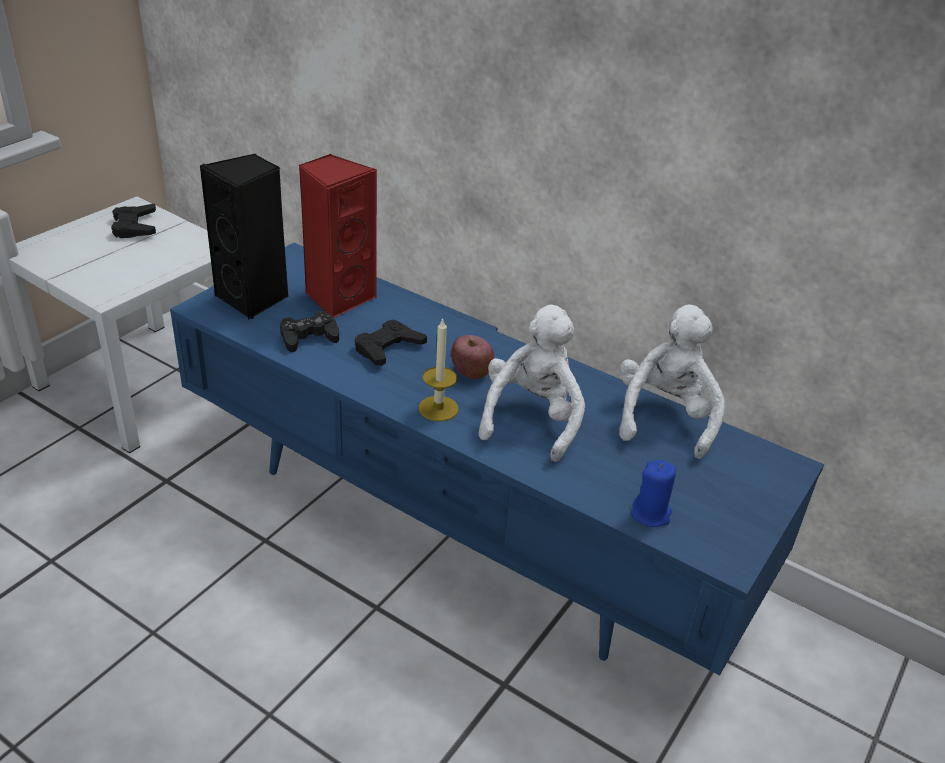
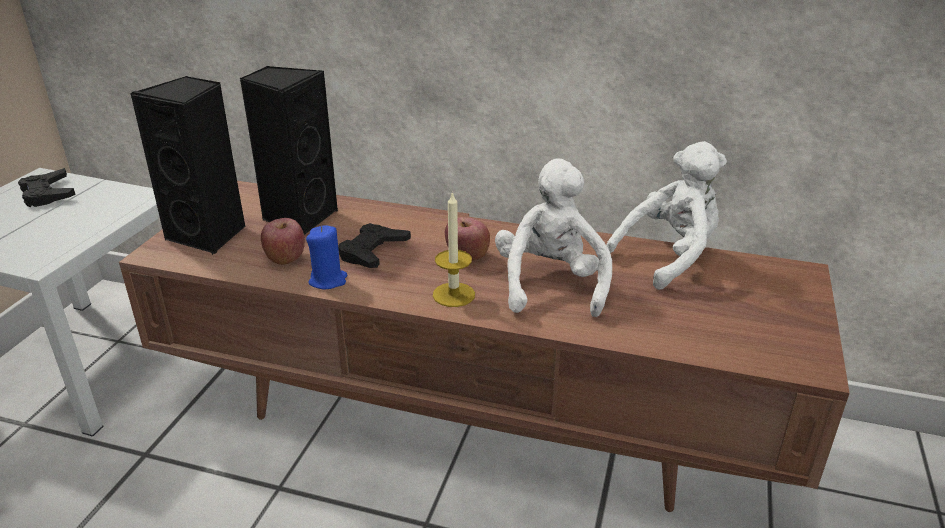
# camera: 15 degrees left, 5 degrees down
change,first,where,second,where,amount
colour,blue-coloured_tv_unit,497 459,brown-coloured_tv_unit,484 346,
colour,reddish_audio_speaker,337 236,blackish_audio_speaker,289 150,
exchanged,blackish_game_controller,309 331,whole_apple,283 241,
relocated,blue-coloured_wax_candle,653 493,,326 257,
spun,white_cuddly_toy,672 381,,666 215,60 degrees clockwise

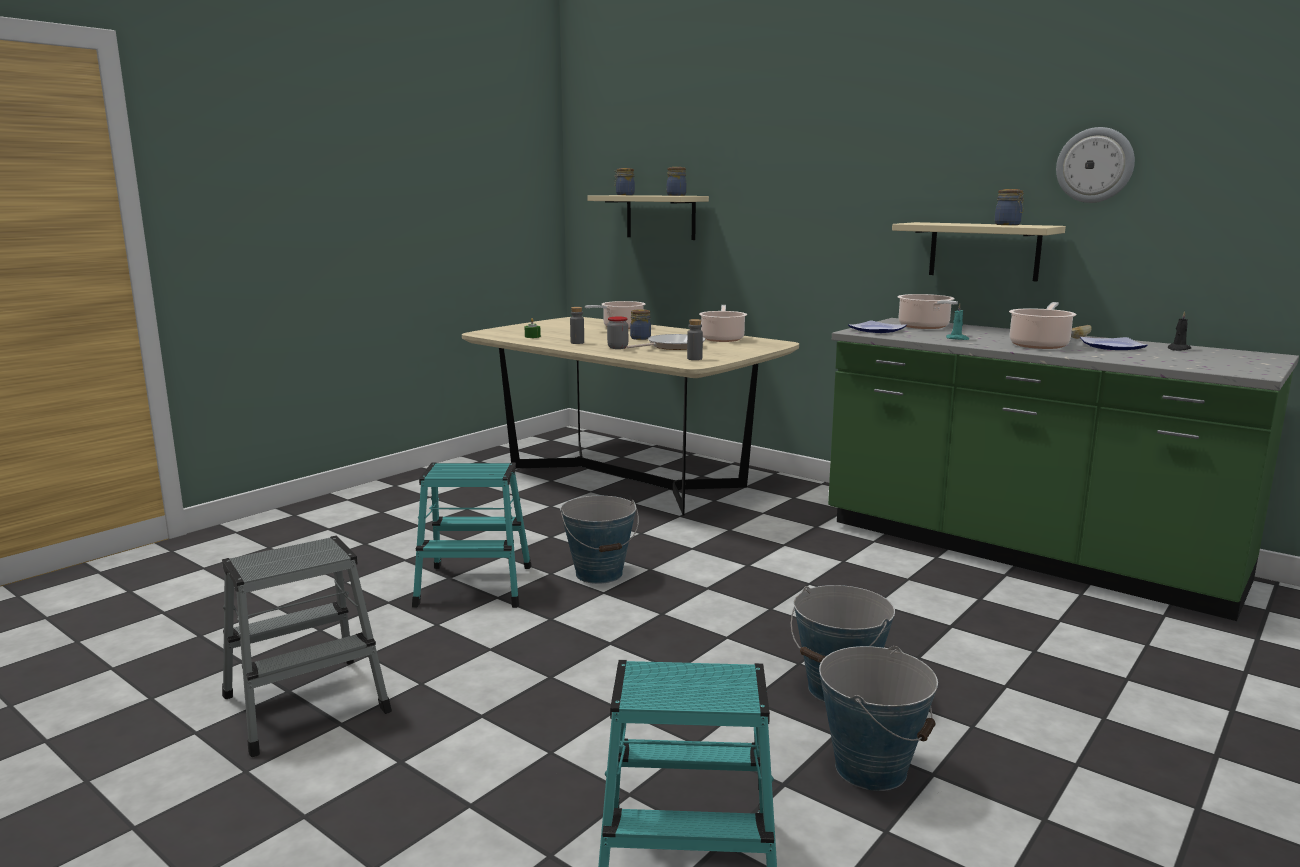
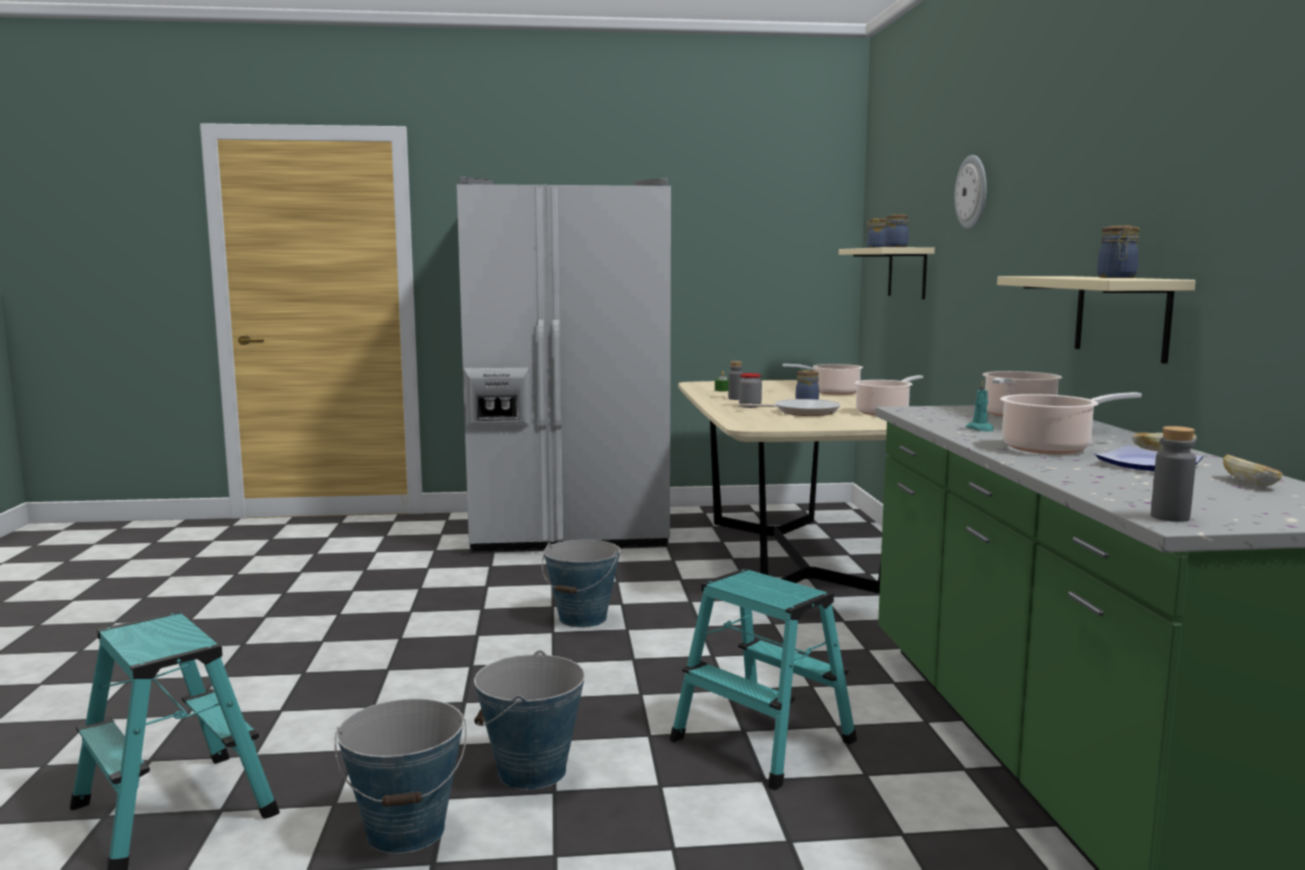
# camera: 45 degrees right, 5 degrees down
change,first,where,second,where,amount
appeared,,,white_kitchen_fridge,563 365,
relocated,blue-green_step_ladder,472 535,,763 679,
relocated,clock_on_the_wall,1095 165,,971 192,
relocated,greyish_beverage_bottle,695 339,,1173 474,
exchanged,blackish_wax_candle,1179 331,bakery_bread,1253 470,
missing,greyish_step_ladder,307 646,,,
missing,dinner_plate,877 326,,,

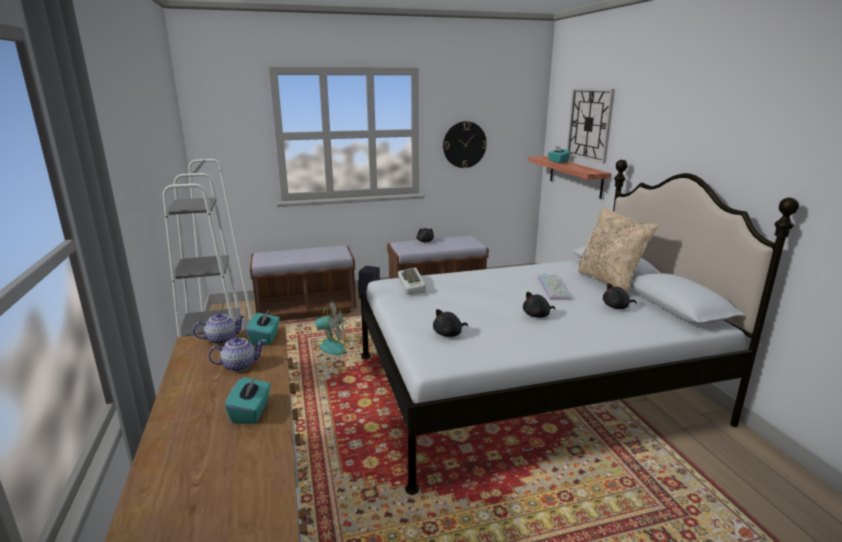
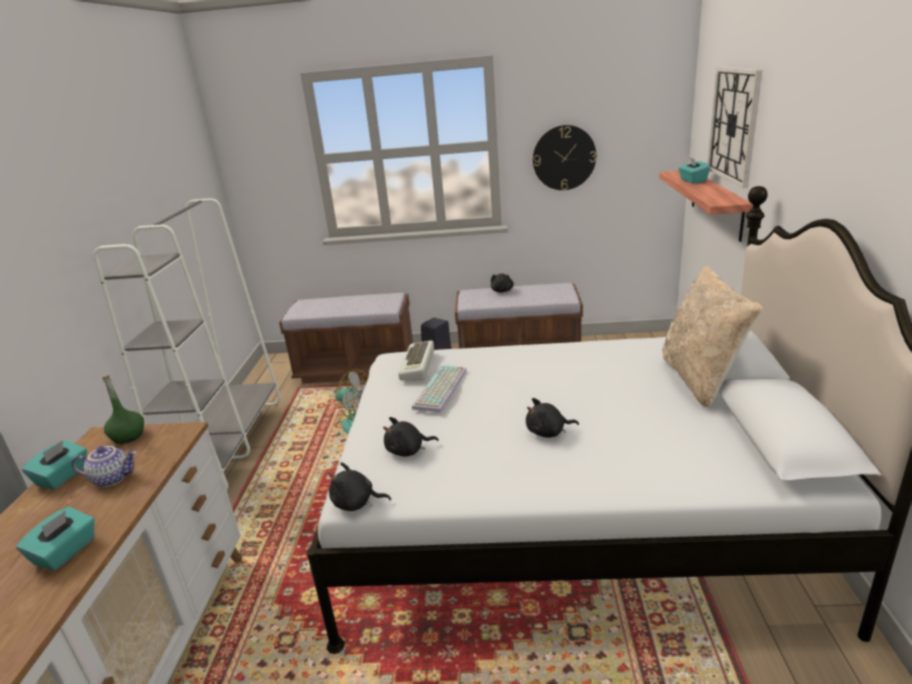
# camera: 20 degrees right, 5 degrees up
change,first,where,second,where,amount
relocated,blue-green_tissue_holder,263 327,,54 464,
exchanged,pot_for_tea,219 328,green-coloured_beverage_bottle,123 409,
relocated,blackish_cuddly_toy,620 296,,359 486,
relocated,computer_keyboard,554 287,,439 389,

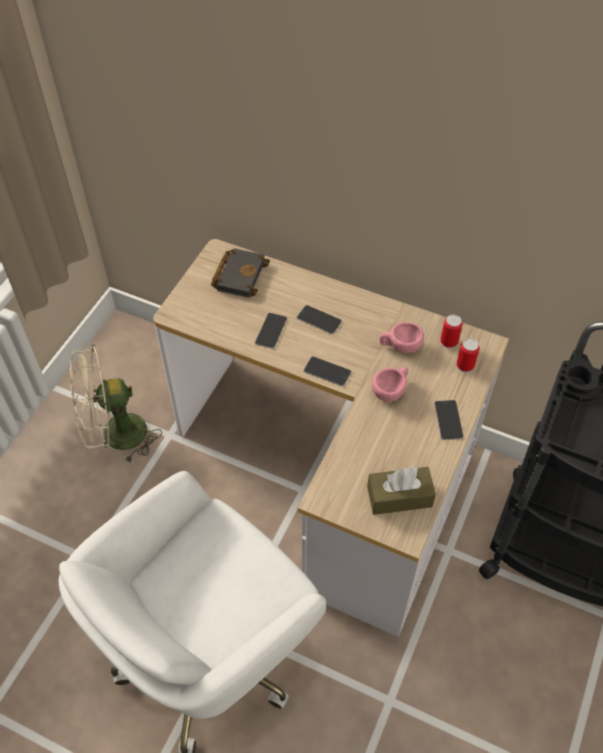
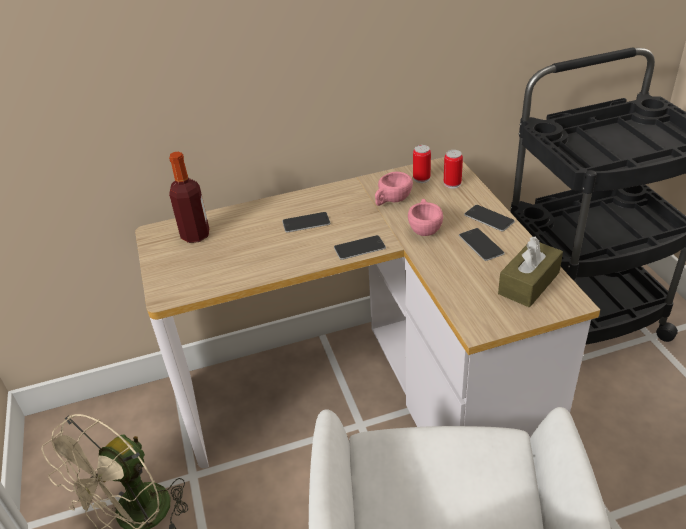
# camera: 40 degrees left, 15 degrees down
change,first,where,second,where,amount
exchanged,blackish_bound_book,240 273,beverage_bottle,189 197,
relocated,phone,271 331,,482 244,

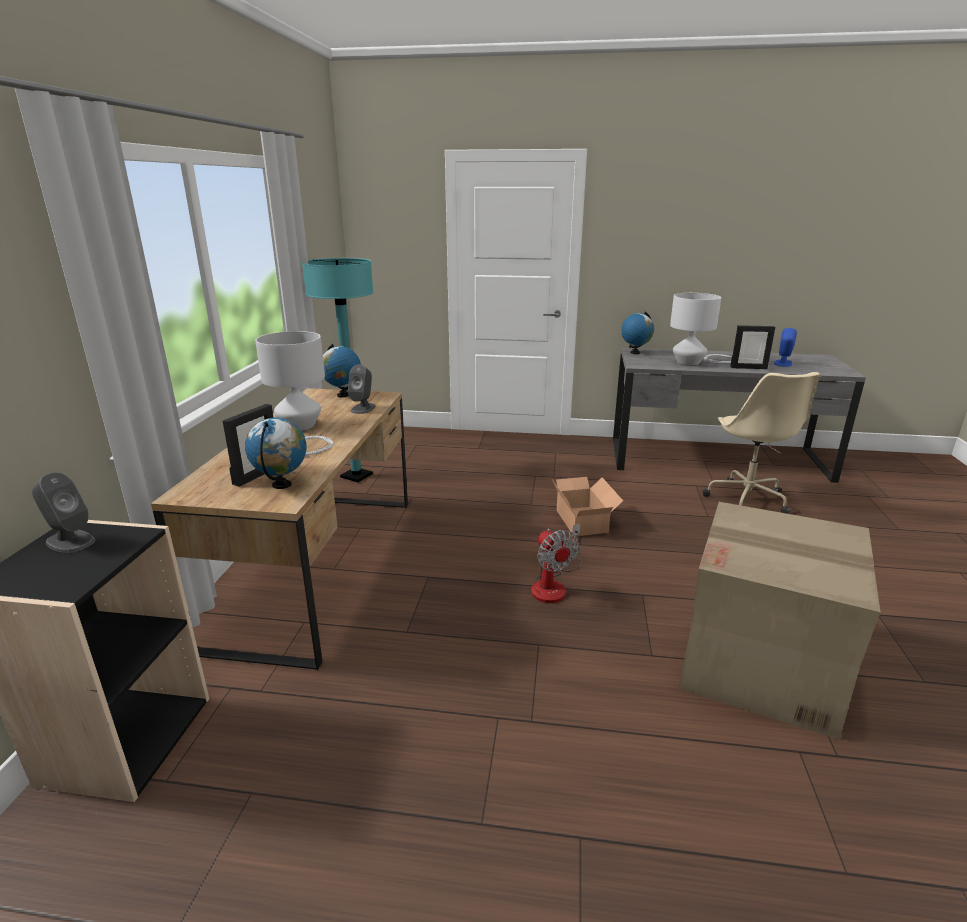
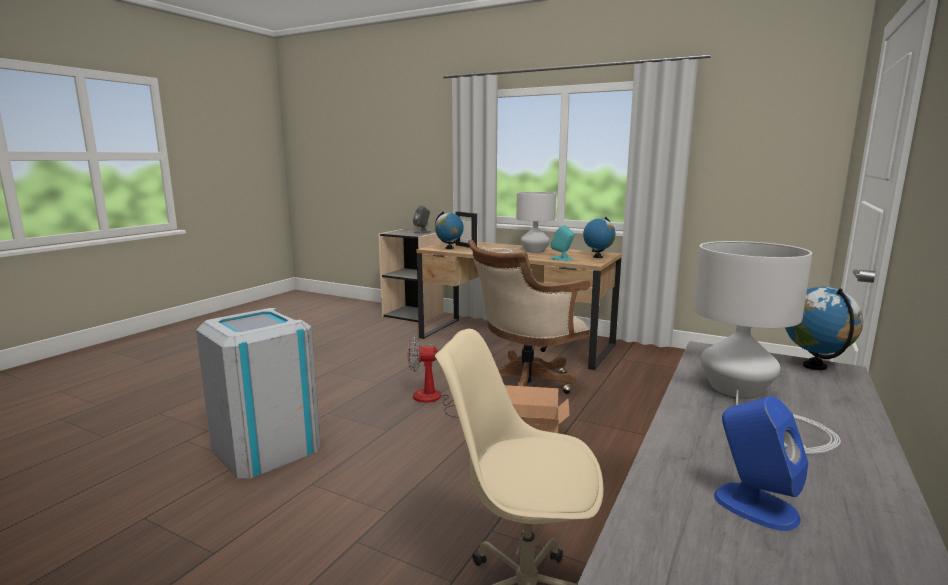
# camera: 110 degrees right, 10 degrees down
change,first,where,second,where,amount
exchanged,cardboard_box,779 621,greyish_waste_bin,258 393,
appeared,,,office_chair,529 316,
colour,greyish_audio_speaker,361 389,blue-green_audio_speaker,563 243,
missing,blue-green_standing_lamp,338 370,,,
missing,standing_frame,752 347,,,

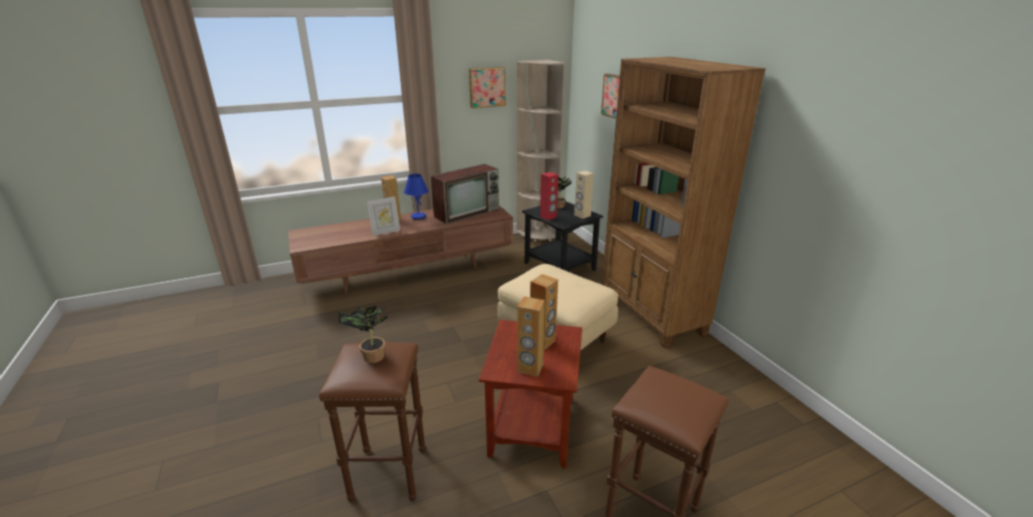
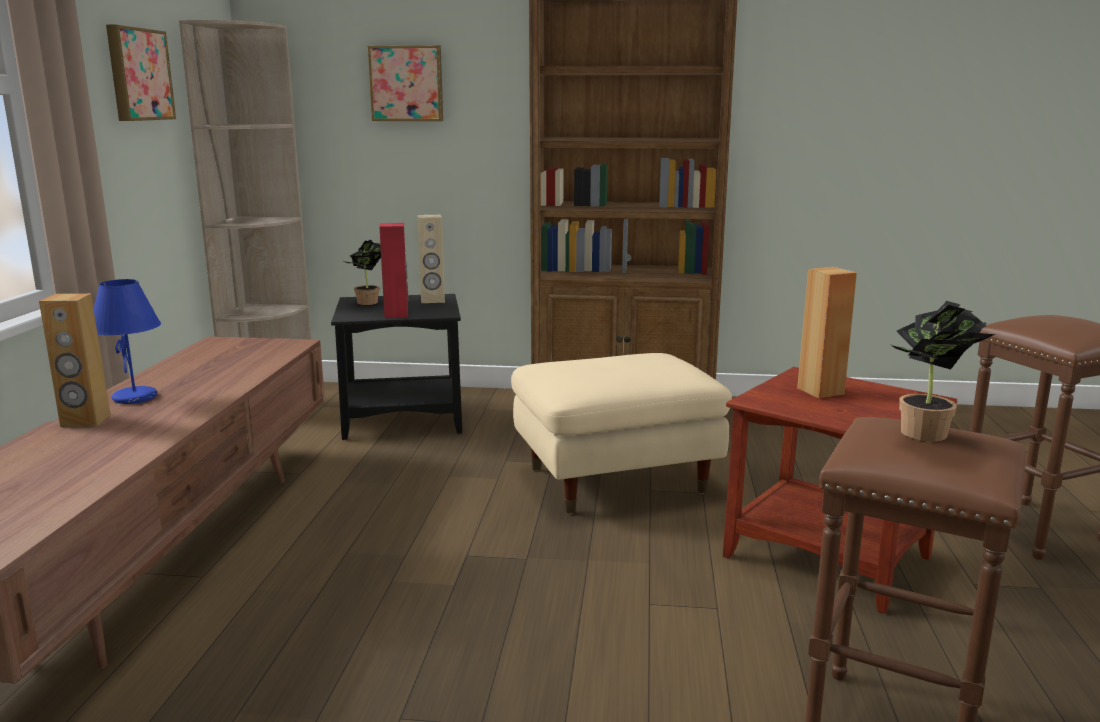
# camera: 60 degrees left, 10 degrees down
change,first,where,second,where,amount
missing,standing_frame,383 216,,,
missing,TV,465 194,,,
missing,brown-coloured_audio_speaker,531 336,,,

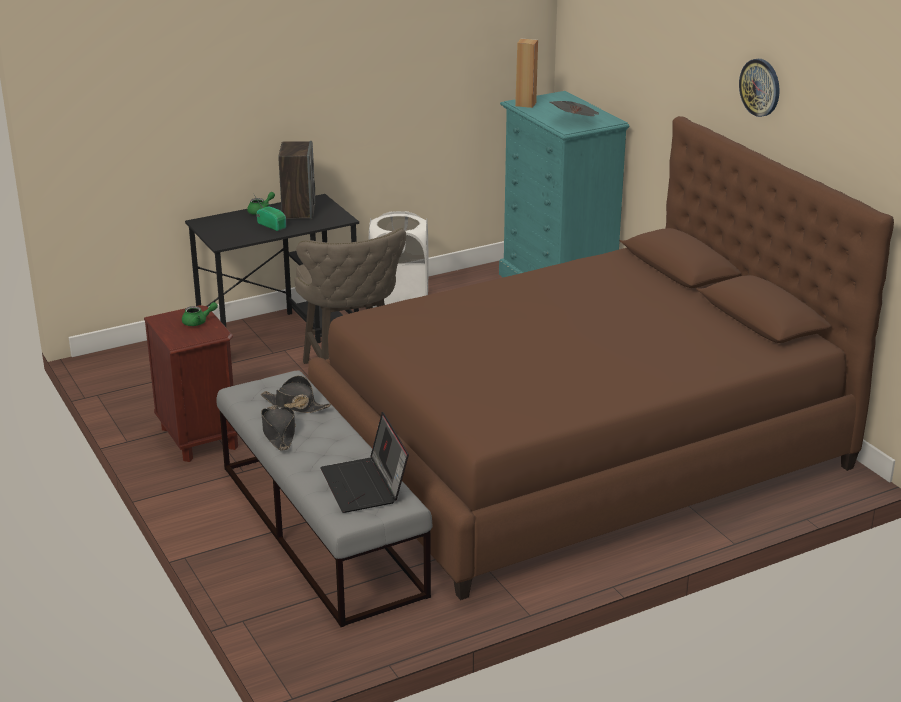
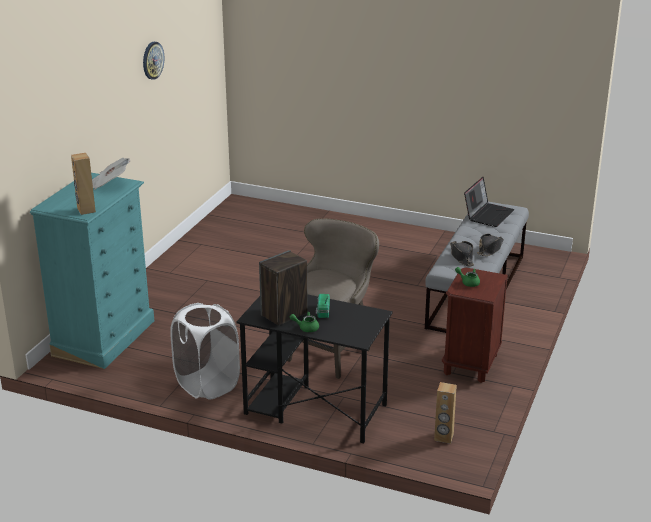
# camera: 130 degrees left, 0 degrees up
change,first,where,second,where,amount
appeared,,,brown-coloured_audio_speaker,445 413,
missing,brown-coloured_bed,601 358,,,

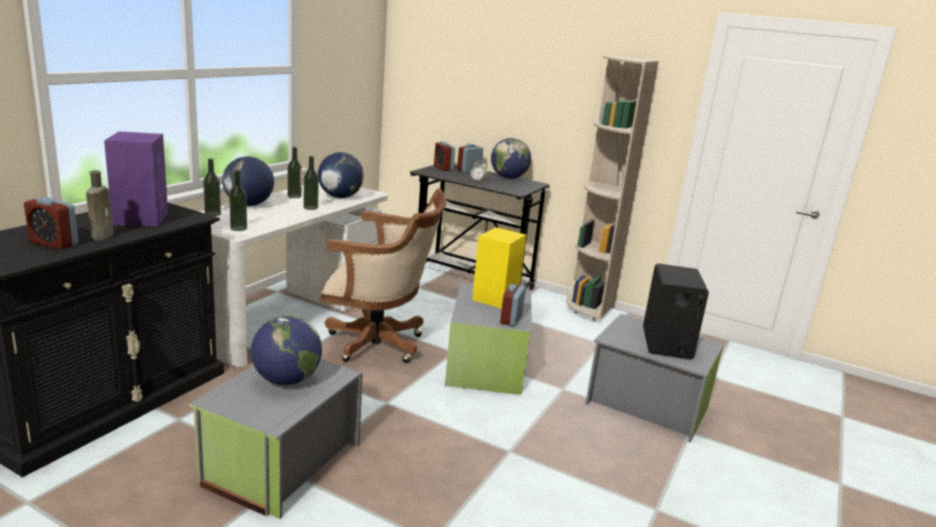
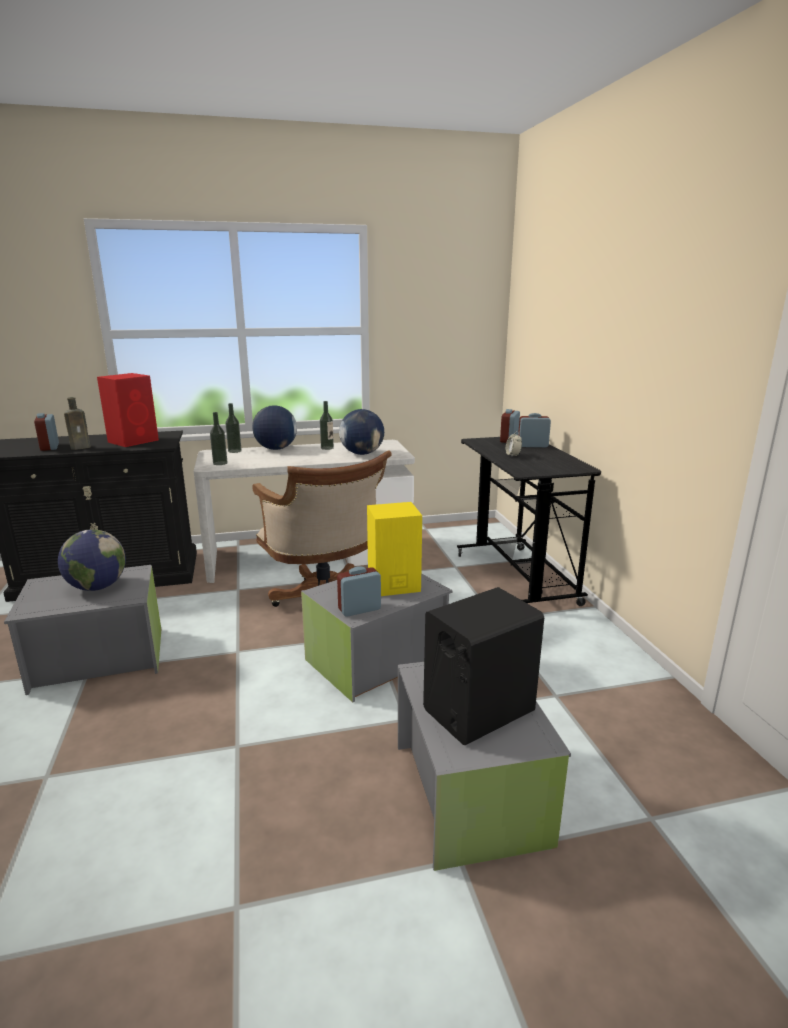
# camera: 50 degrees right, 0 degrees up
change,first,where,second,where,amount
colour,purplish_audio_speaker,136 178,reddish_audio_speaker,128 410,
missing,beverage_bottle,311 183,,,
missing,desk_globe,511 158,,,
missing,sand-coloured_bookcase,612 188,,,

